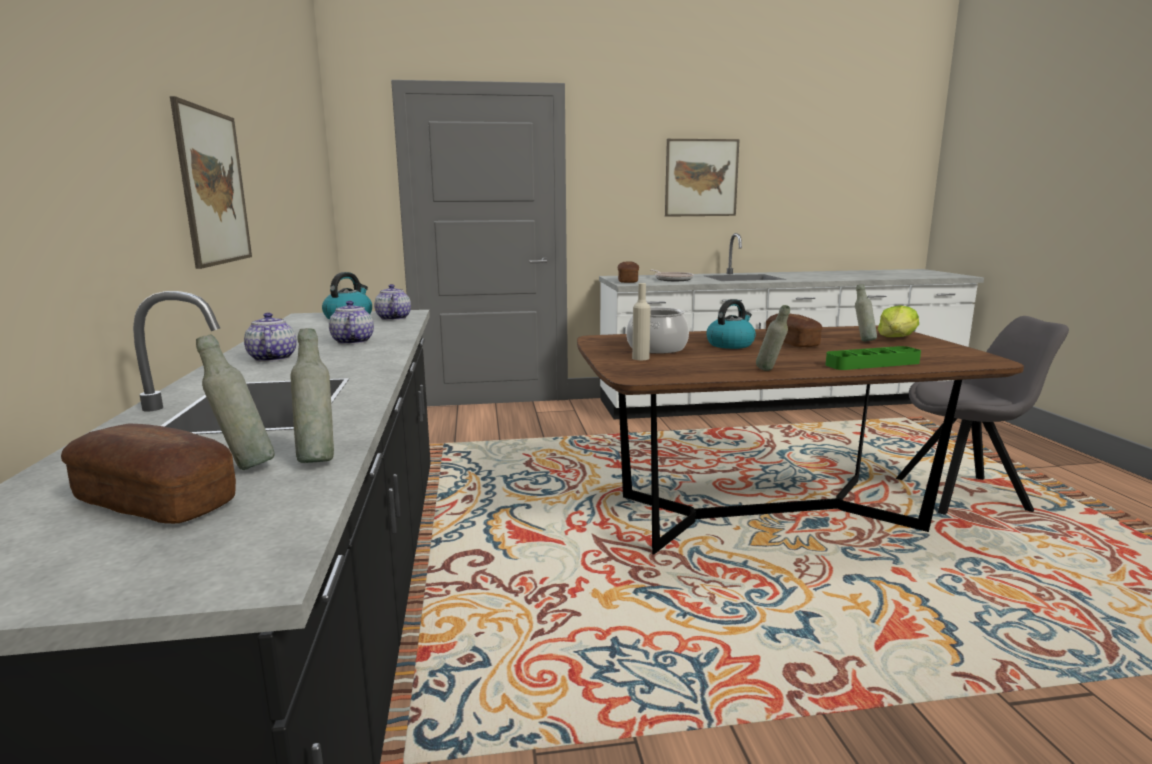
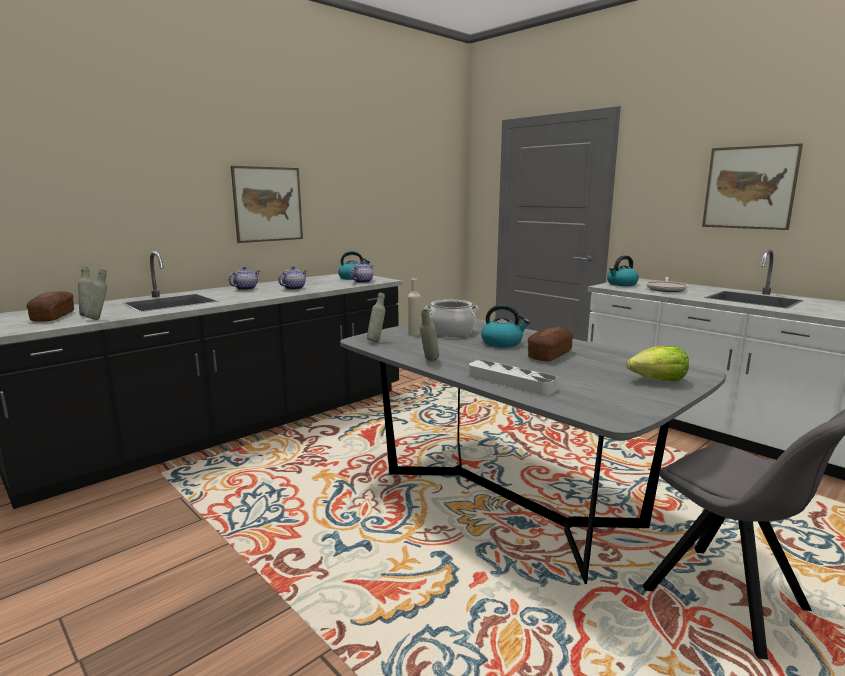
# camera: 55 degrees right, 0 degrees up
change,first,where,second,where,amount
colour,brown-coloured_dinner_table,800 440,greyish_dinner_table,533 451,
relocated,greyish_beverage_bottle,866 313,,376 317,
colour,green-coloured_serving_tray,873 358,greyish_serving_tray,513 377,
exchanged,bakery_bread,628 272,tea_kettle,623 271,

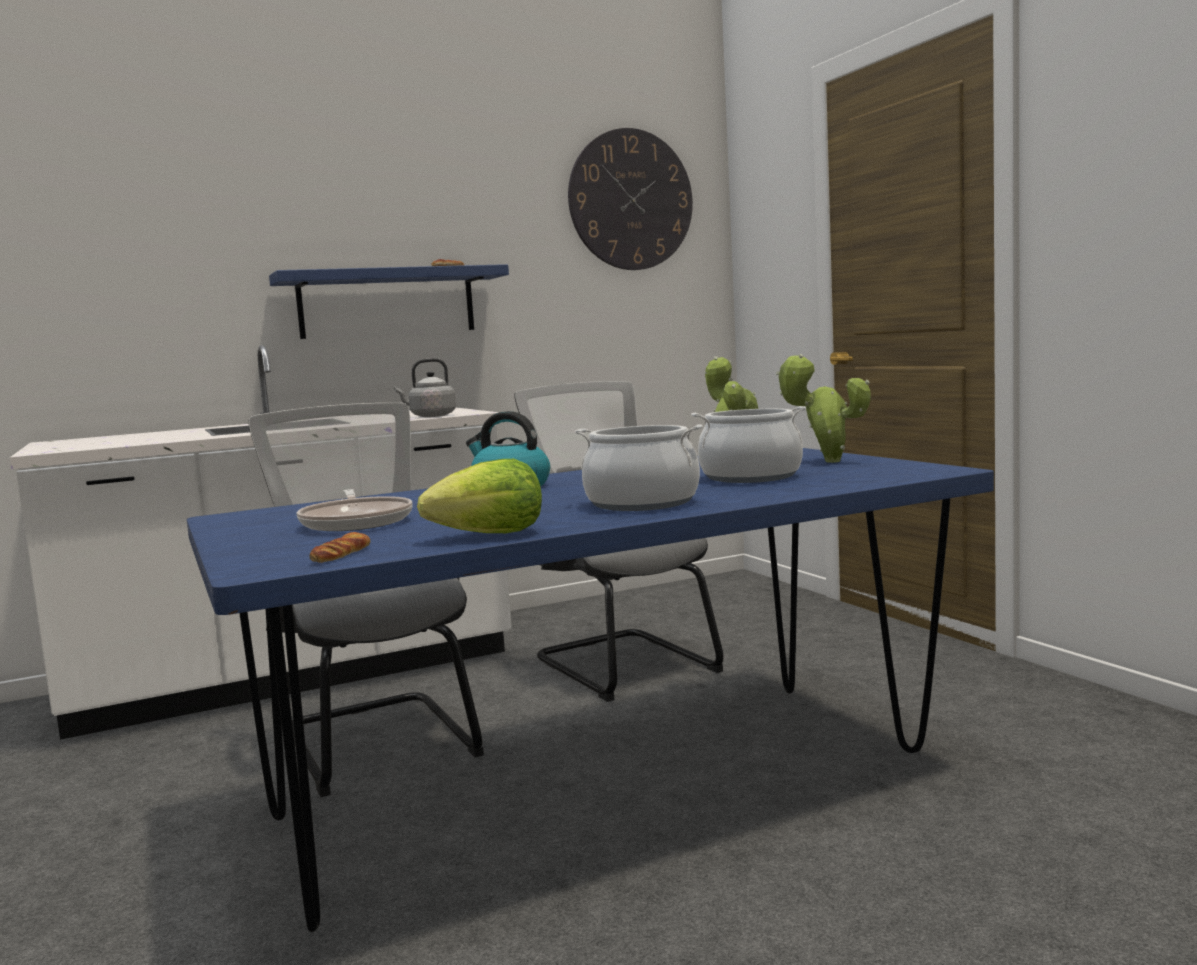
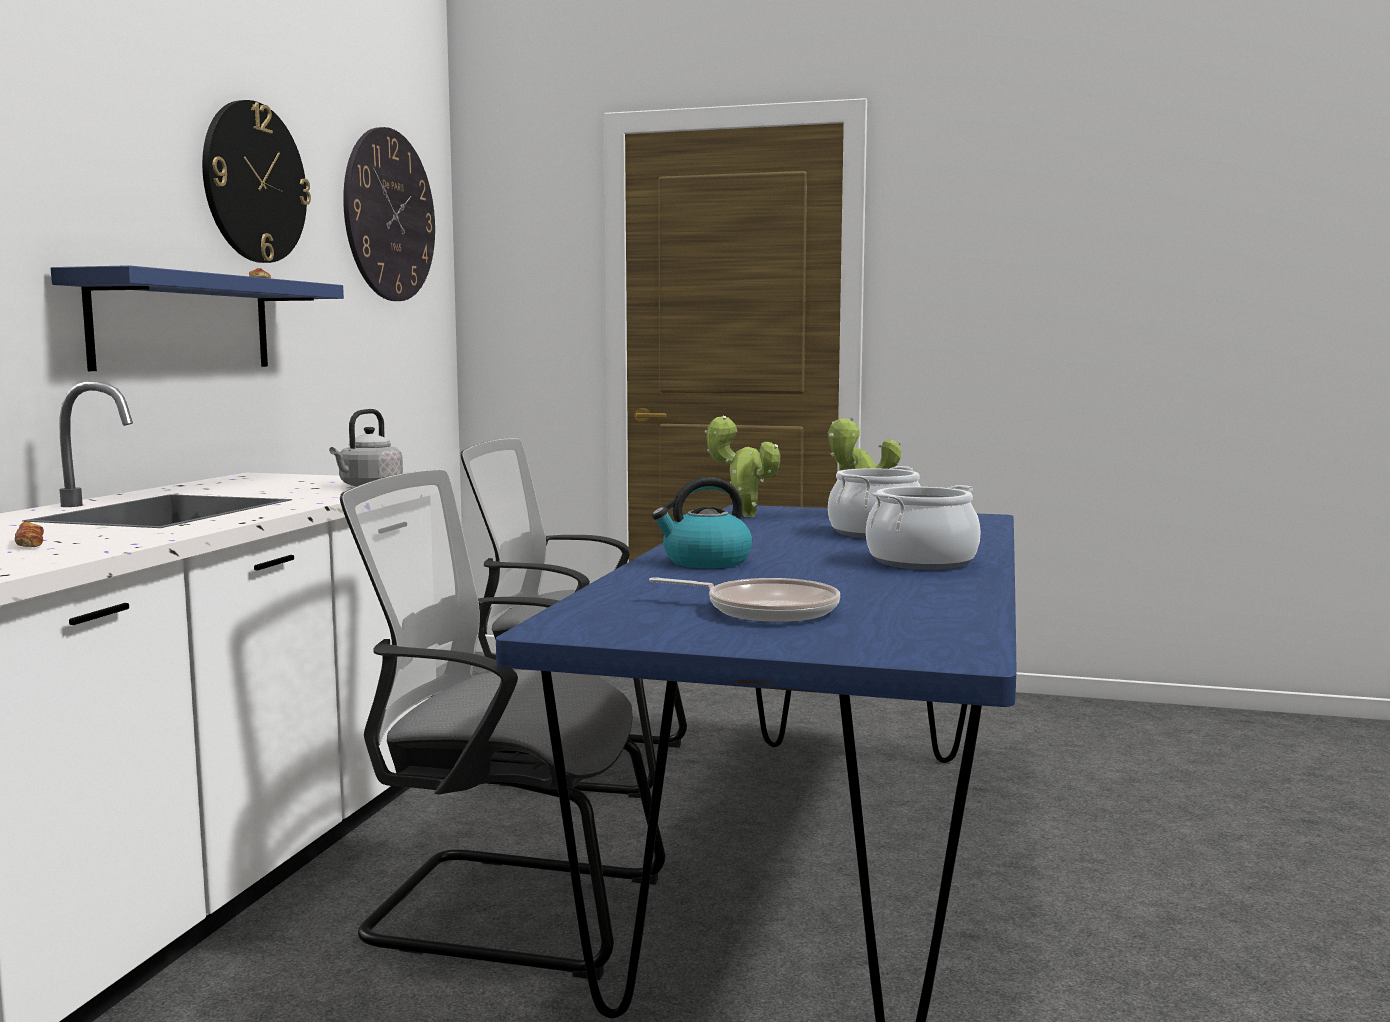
# camera: 50 degrees left, 0 degrees up
change,first,where,second,where,amount
relocated,bakery_bread,339 547,,29 534,
appeared,,,clock_on_the_wall,256 181,
missing,head_of_lettuce,479 496,,,

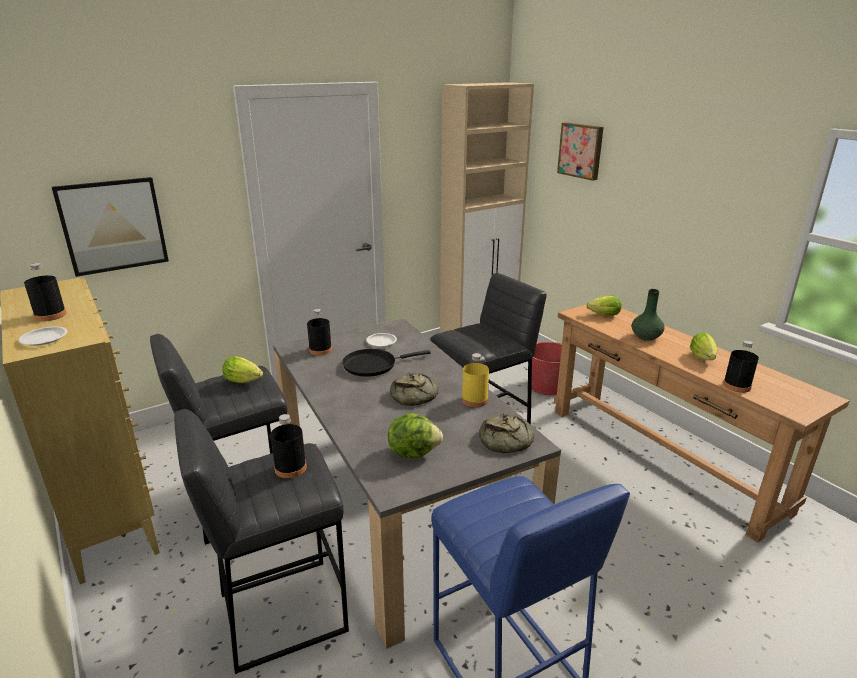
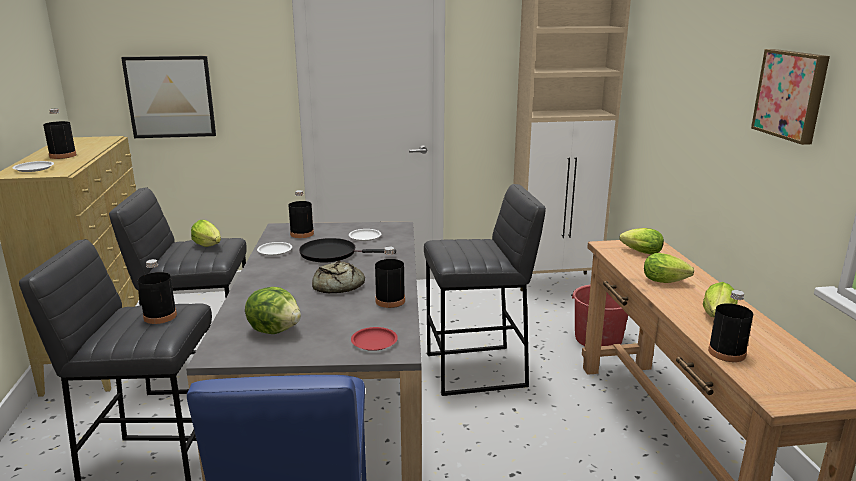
# camera: 25 degrees right, 5 degrees down
change,first,where,second,where,amount
appeared,,,white_dinner_plate,274 249,
exchanged,bakery_bread,506 433,reddish_dinner_plate,374 339,
colour,yellow_beverage_bottle,475 380,blackish_beverage_bottle,390 277,
exchanged,green-coloured_flower_vase,648 315,head_of_lettuce,669 268,
relocated,wall_art,580 152,,790 97,

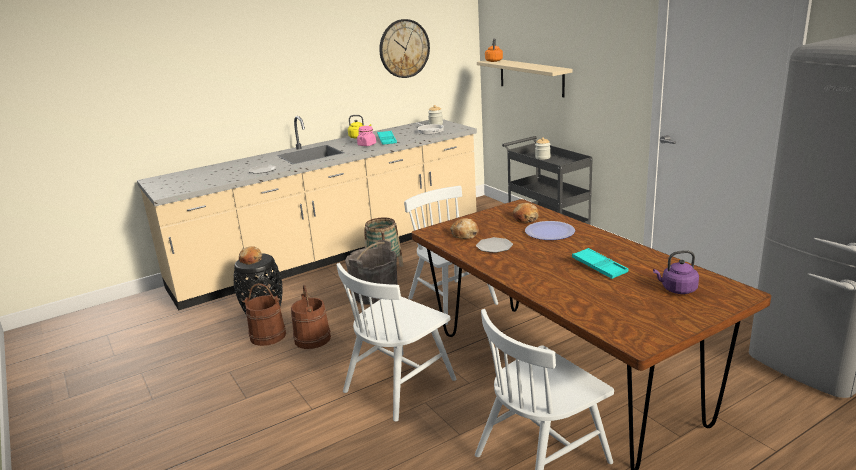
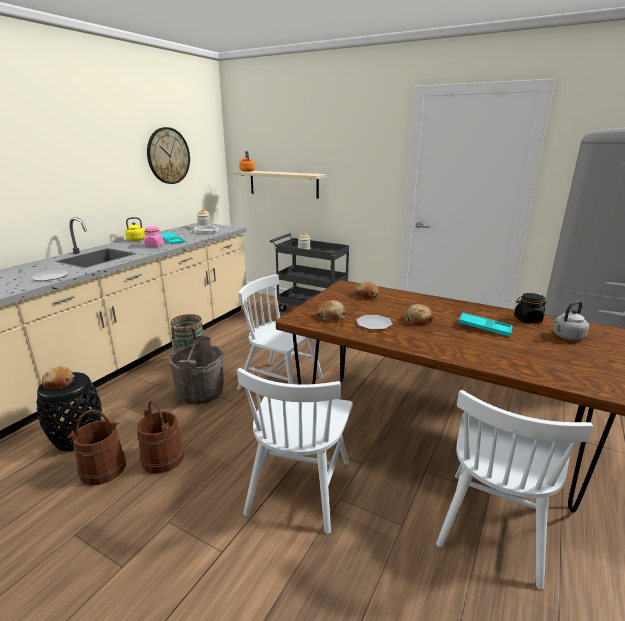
# camera: 30 degrees left, 0 degrees up
change,first,where,second,where,amount
appeared,,,bakery_bread,419 315,
appeared,,,blackish_preserve_jar,530 308,
colour,purplish_tea_kettle,676 272,greyish_tea_kettle,571 320,
missing,dinner_plate,550 230,,,

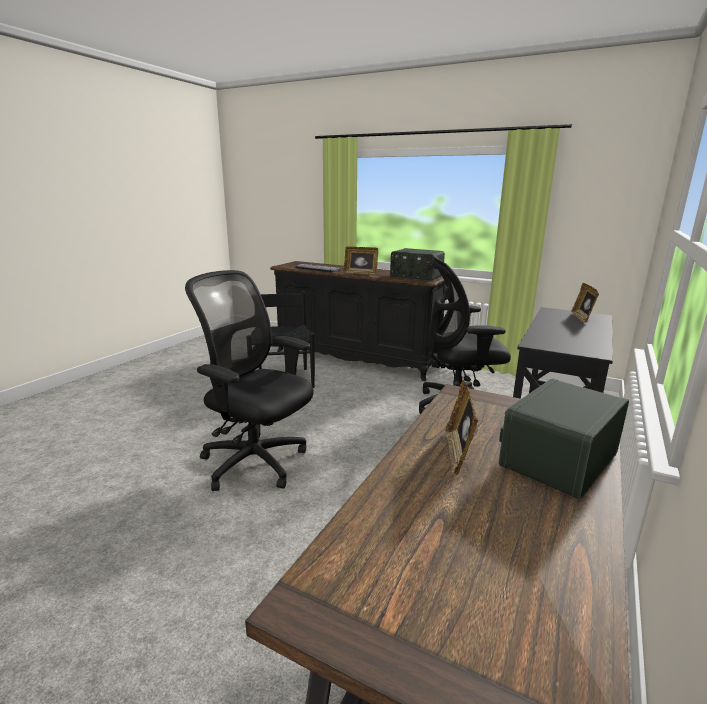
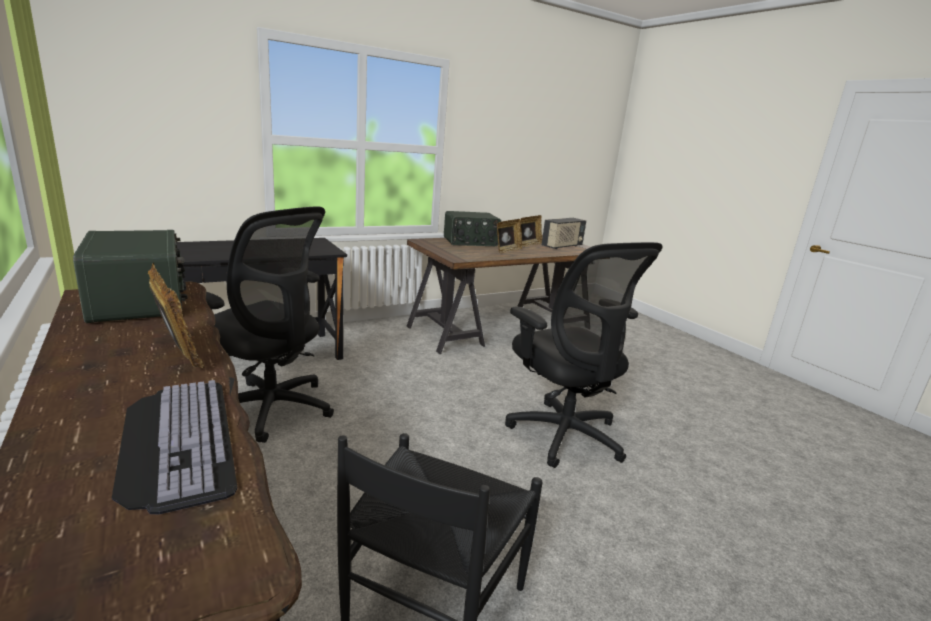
# camera: 150 degrees left, 0 degrees up
change,first,where,second,where,amount
relocated,standing_frame,585 303,,531 231,
appeared,,,radio,564 233,

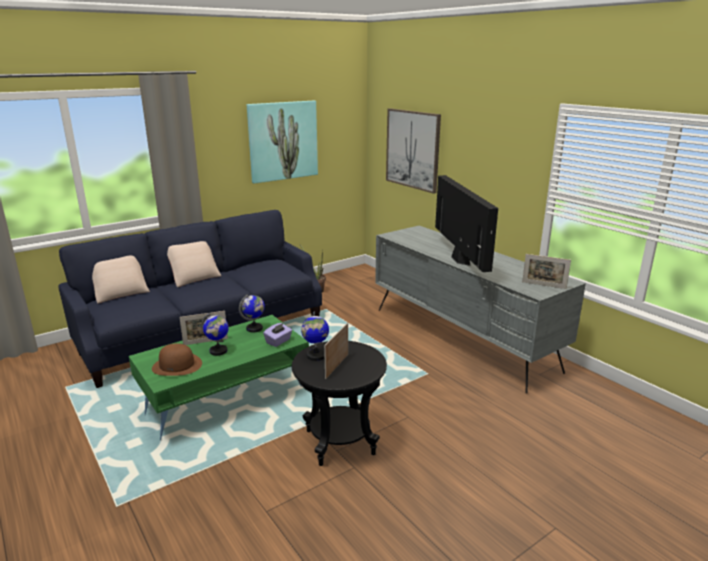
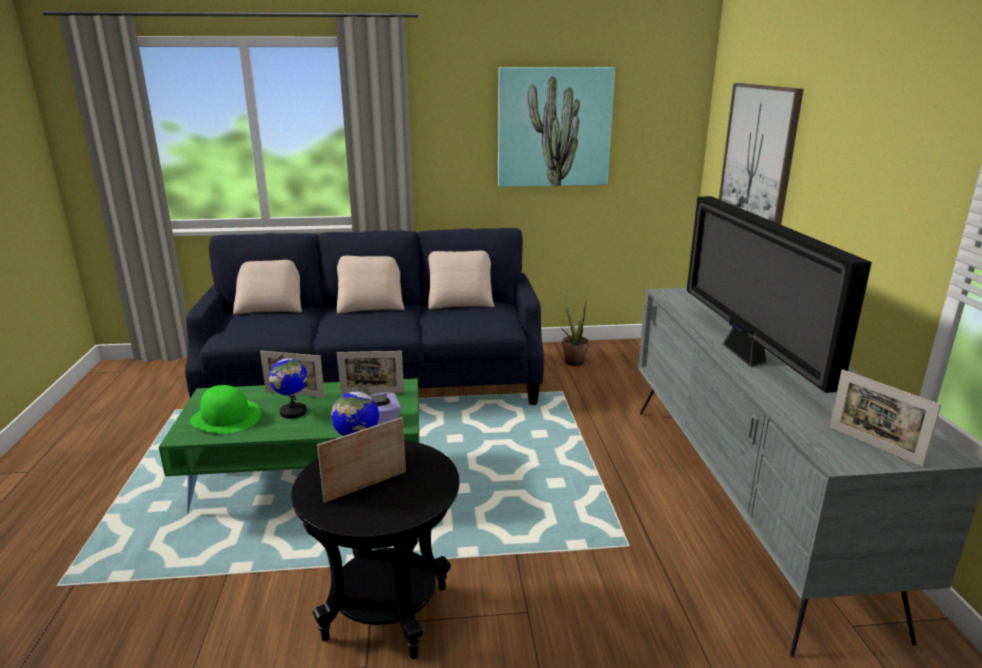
# camera: 30 degrees right, 0 degrees up
change,first,where,second,where,amount
colour,brown-coloured_hat,177 359,green-coloured_hat,225 409,
exchanged,desk_globe,252 314,standing_frame,370 372,
appeared,,,sand-coloured_throw_pillow,461 280,
spun,TV,466 223,,779 294,150 degrees clockwise

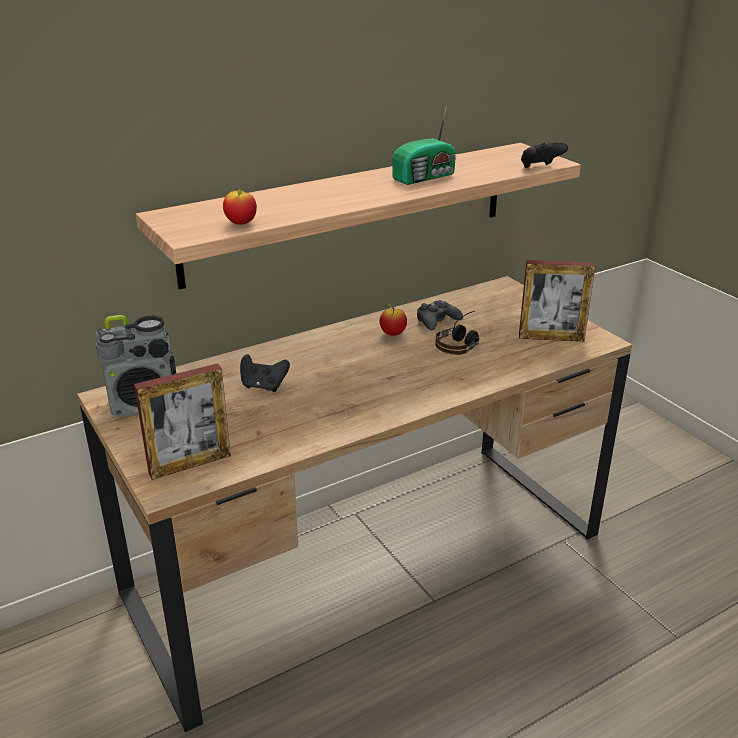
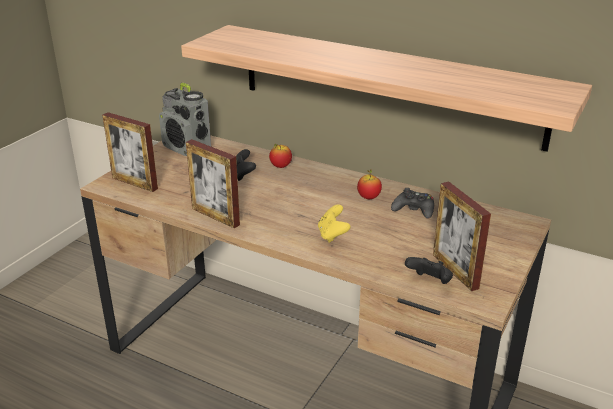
# camera: 60 degrees right, 0 degrees up
change,first,where,second,where,amount
appeared,,,standing_frame,213 183,
relocated,whole_apple,240 206,,280 156,
appeared,,,yellow_game_controller,334 223,
relocated,blackish_game_controller,544 155,,429 270,
missing,radio,424 145,,,
missing,headphones,457 333,,,

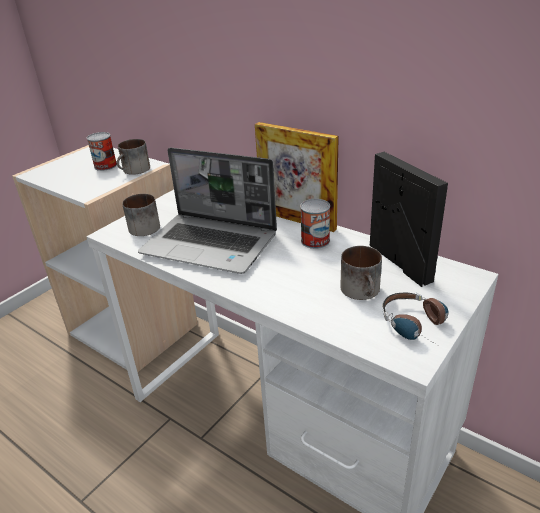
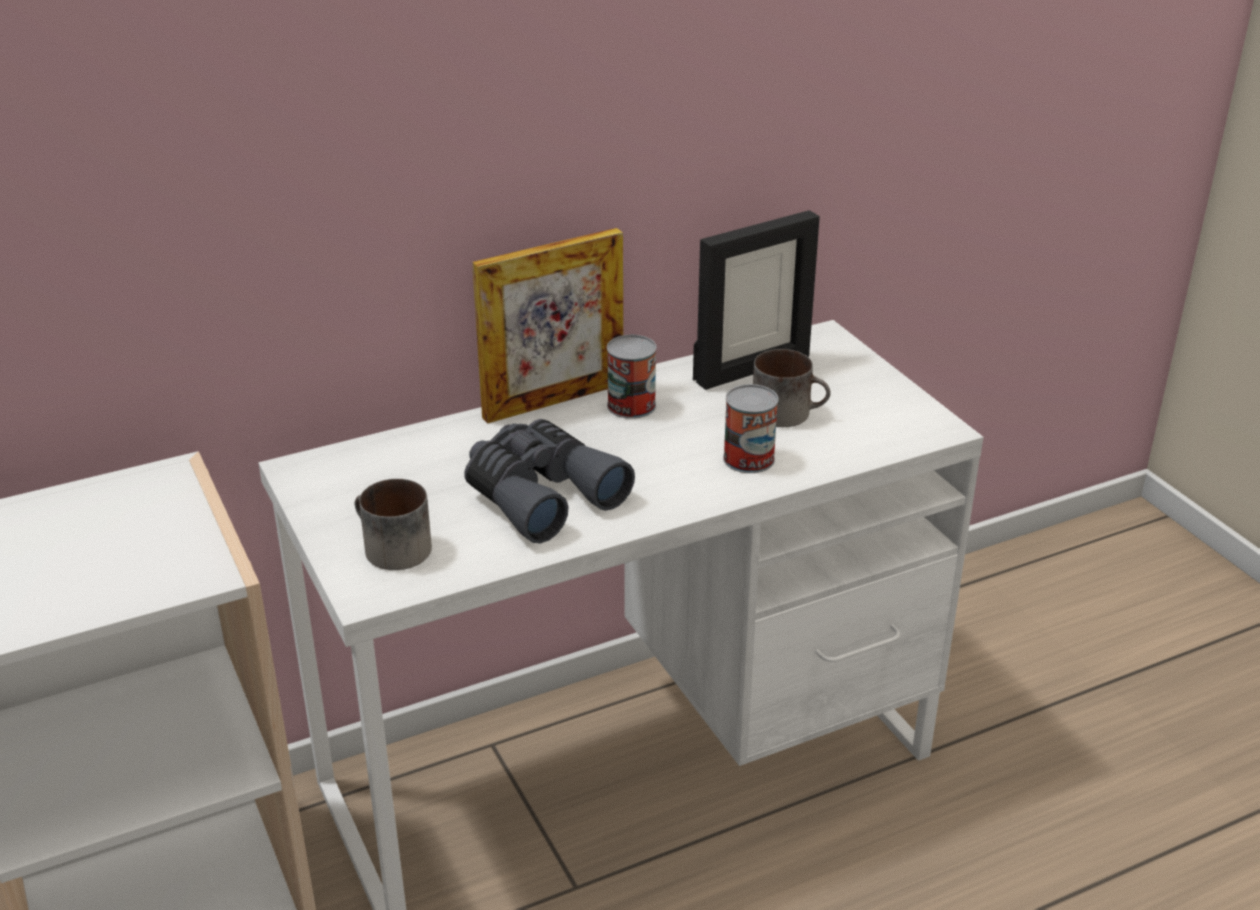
# camera: 65 degrees left, 0 degrees up
change,first,where,second,where,amount
exchanged,laptop,207 210,greyish_pair_of_binoculars,549 481,
spun,standing_frame,409 219,,756 300,150 degrees clockwise
relocated,metal_can,102 151,,751 428,
missing,mug,133 157,,,
missing,headphones,415 319,,,

